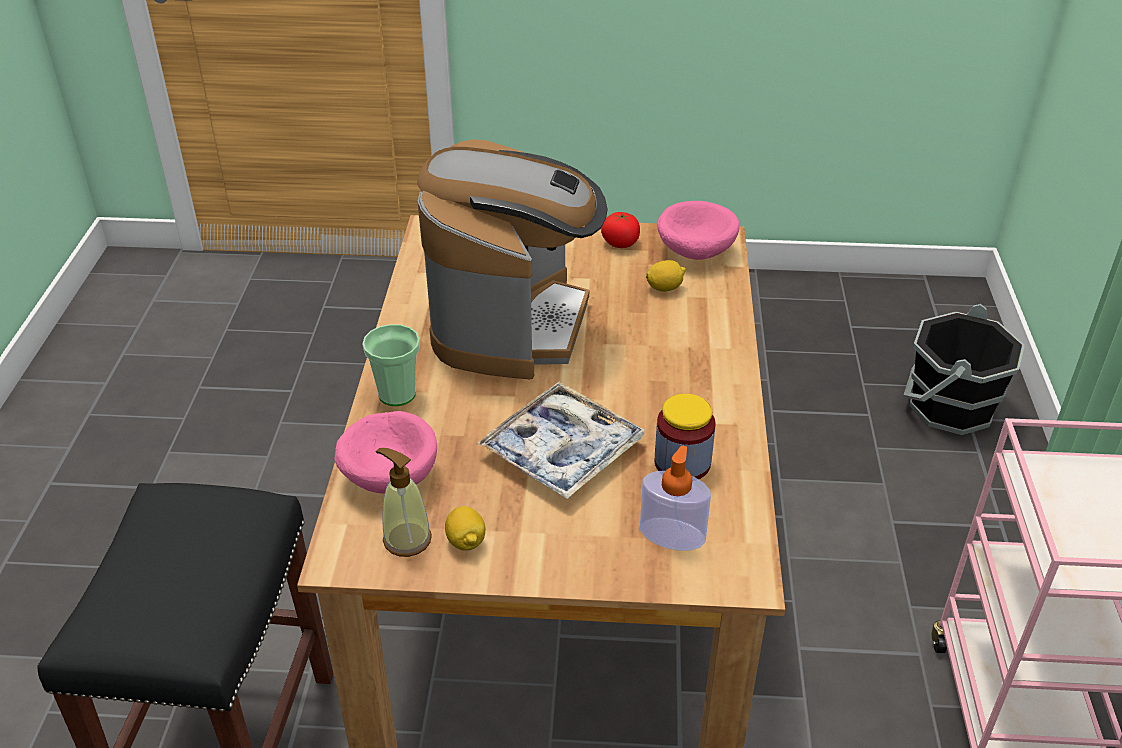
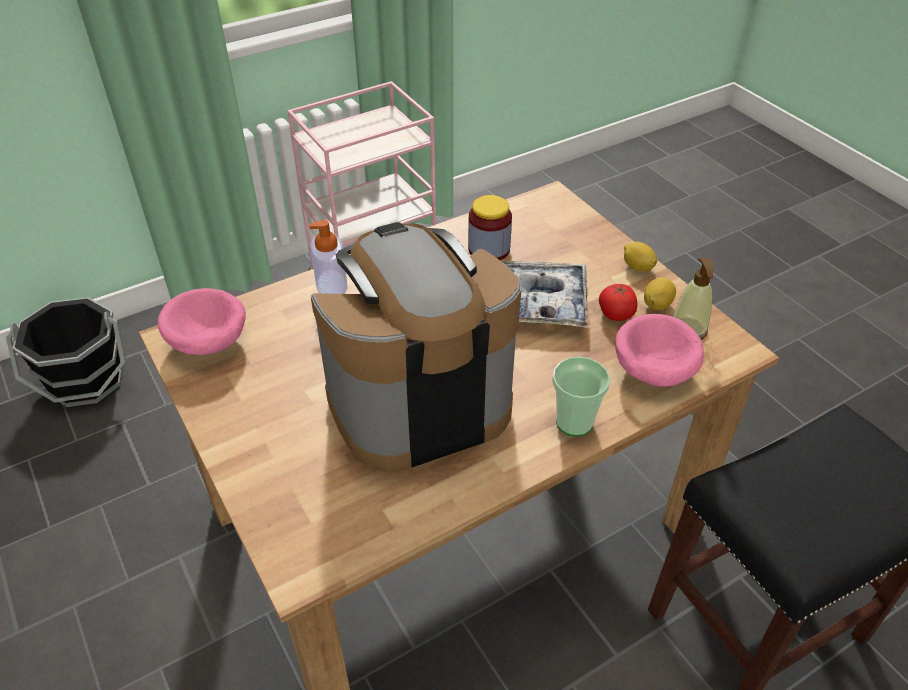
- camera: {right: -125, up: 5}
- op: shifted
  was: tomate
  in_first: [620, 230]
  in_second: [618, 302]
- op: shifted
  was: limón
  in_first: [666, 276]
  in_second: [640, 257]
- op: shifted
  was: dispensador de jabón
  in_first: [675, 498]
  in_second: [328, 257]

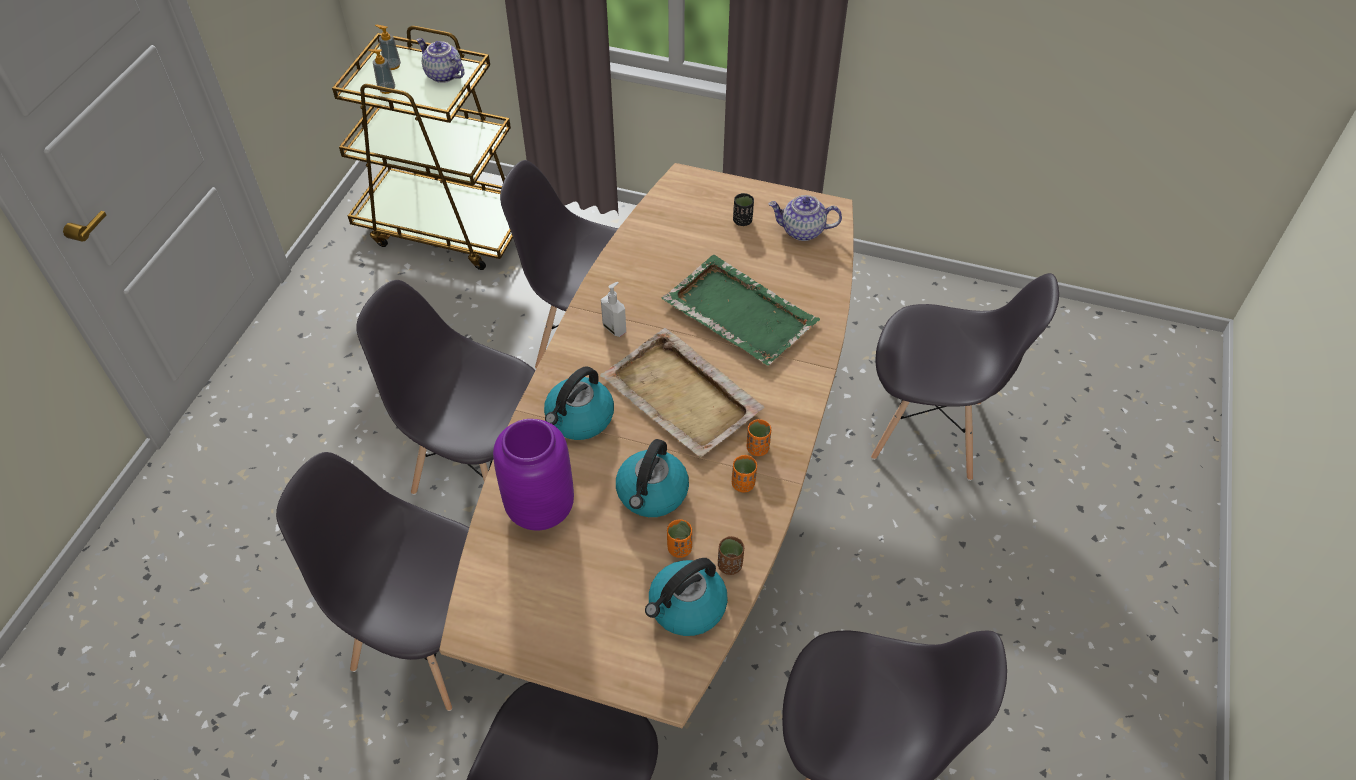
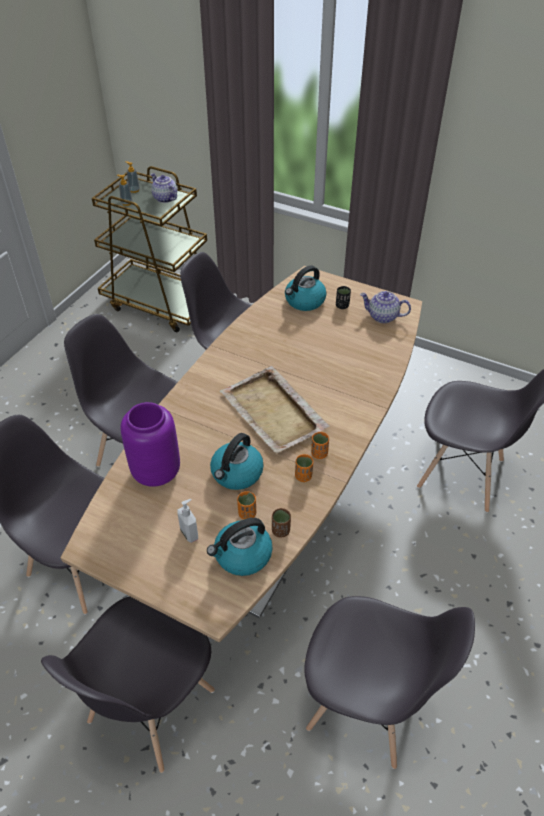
- camera: {right: 10, up: -5}
- op: gone
  was: bandeja/verde
  in_first: [740, 310]
- op: shifted
  was: dispensador de jabón
  in_first: [613, 309]
  in_second: [188, 521]
- op: shifted
  was: hervidor
  in_first: [579, 403]
  in_second: [305, 288]

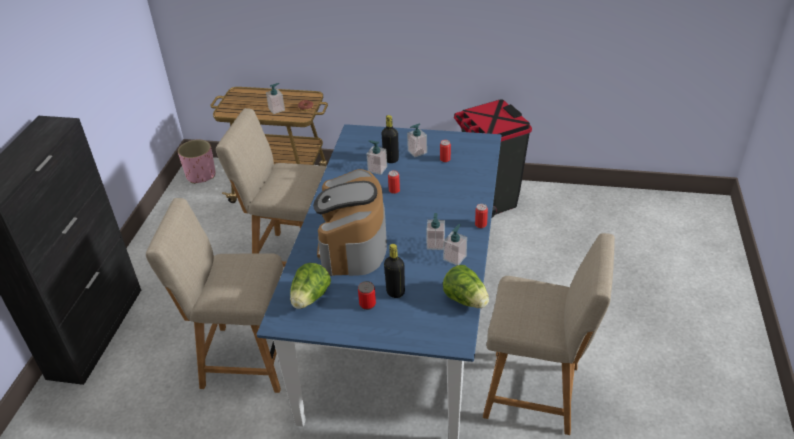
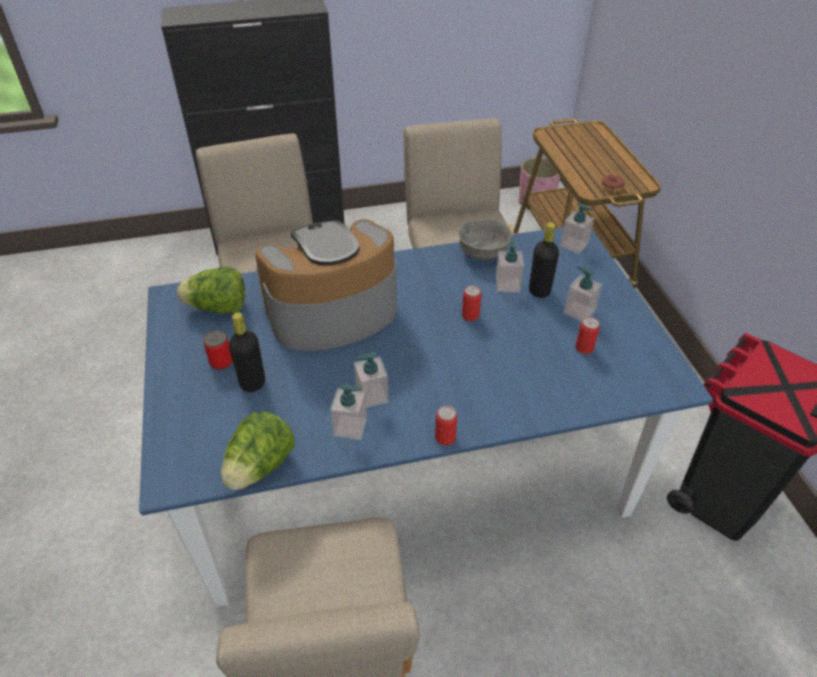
- camera: {right: 65, up: 5}
- op: shifted
  was: dispensador de jabón
  in_first: [275, 98]
  in_second: [577, 228]
- op: new
  now: cuenco/gris
  in_second: [486, 239]

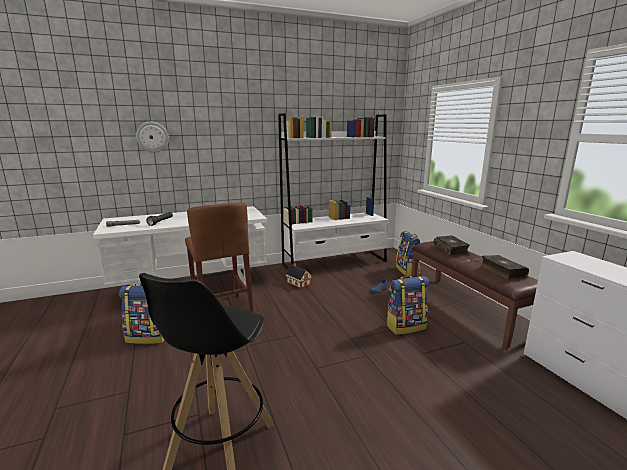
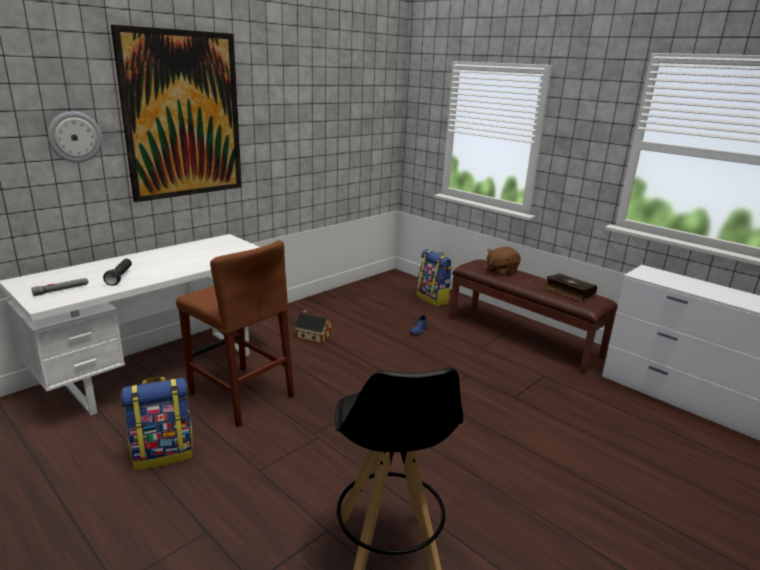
- camera: {right: -25, up: 5}
- op: gone
  was: estantería/blanco
  in_first: [333, 191]
- op: swapped
  was: libro
  now: peluche/marrón
  in_first: [452, 245]
  in_second: [504, 261]
- op: gone
  was: mochila
  in_first: [407, 305]
- op: new
  now: cuadro
  in_second: [176, 113]

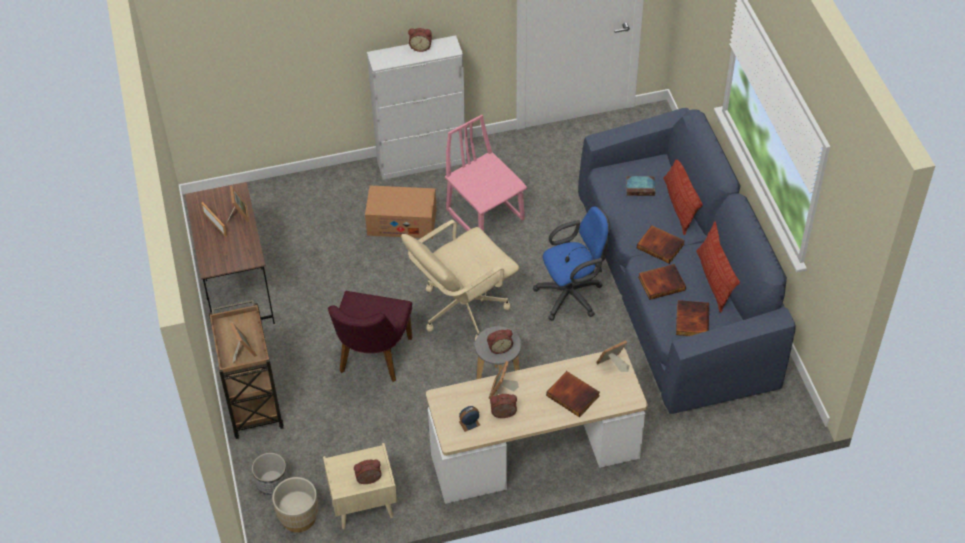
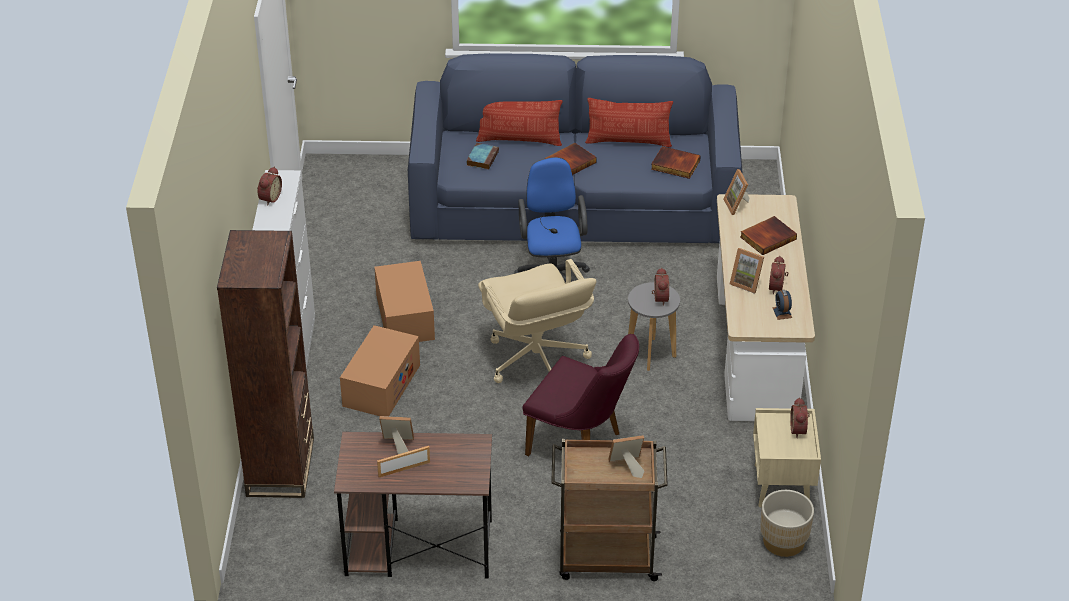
- camera: {right: -75, up: -10}
- op: swapped
  was: silla/rosa
  now: caja de cartón
  in_first: [486, 173]
  in_second: [404, 301]
- op: gone
  was: libro
  in_first: [662, 282]
- op: gone
  was: maceta
  in_first: [270, 474]
- op: new
  now: estantería/marrón
  in_second: [265, 364]

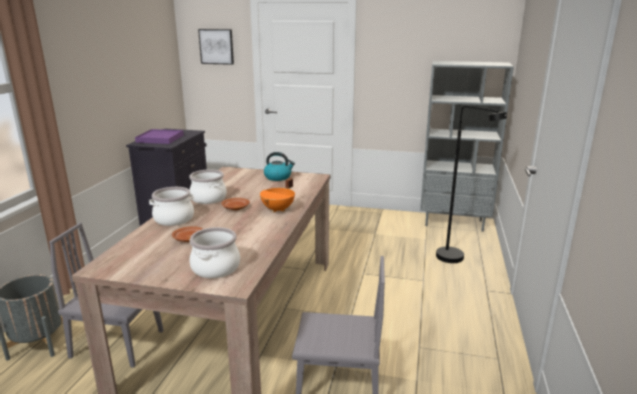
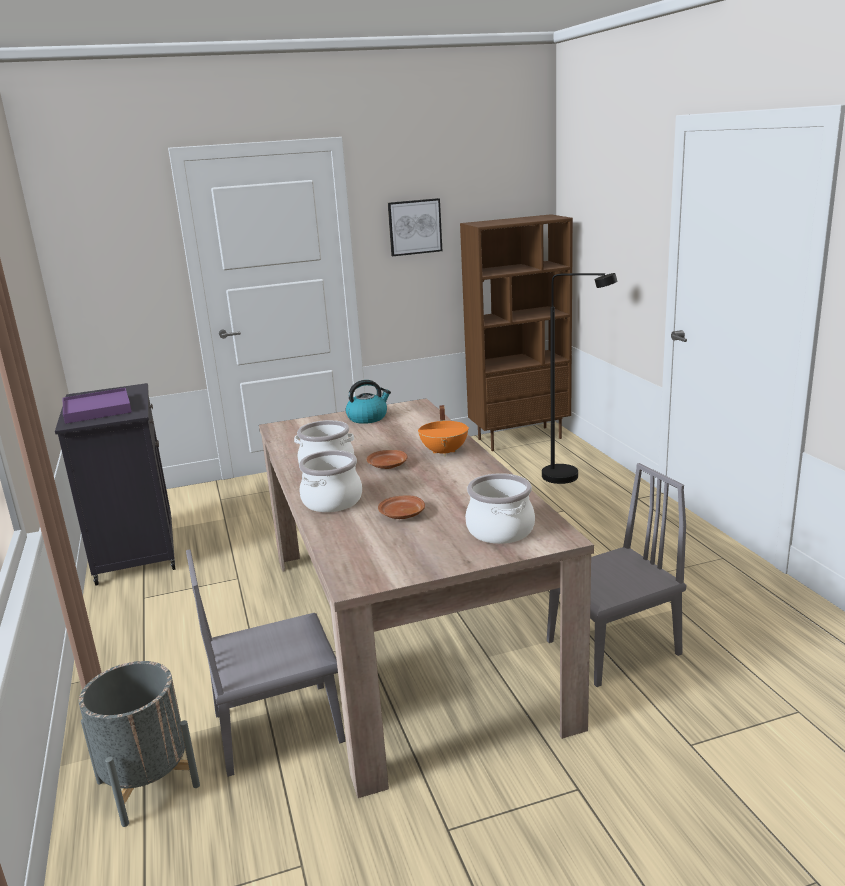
- camera: {right: -30, up: 0}
- op: shifted
  was: cuadro
  in_first: [216, 47]
  in_second: [415, 227]
- op: repainted
  was: estantería/gris
  now: estantería/marrón
  in_first: [467, 146]
  in_second: [516, 332]

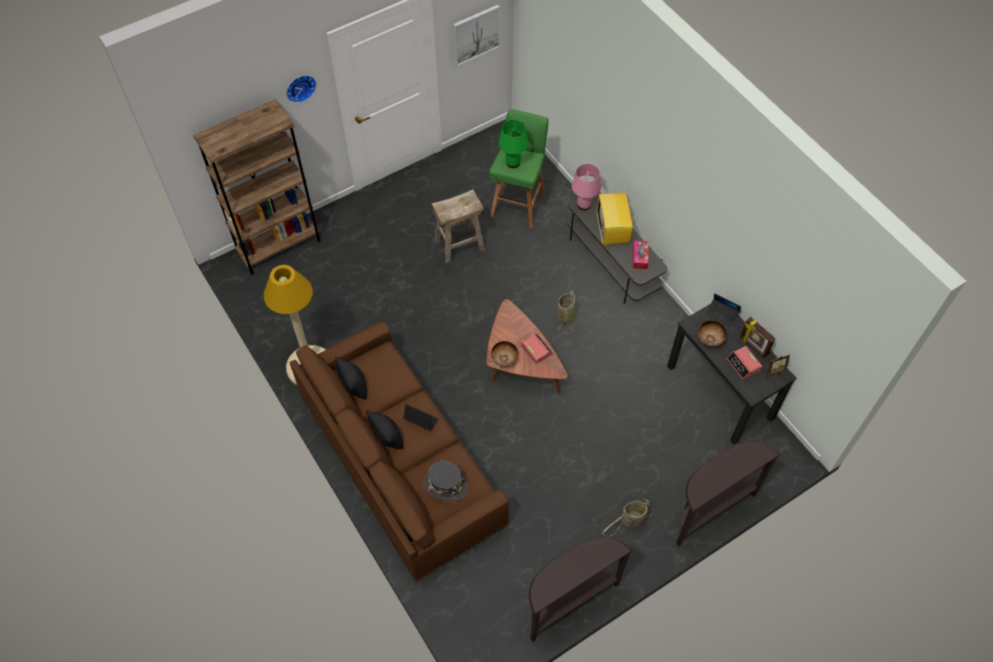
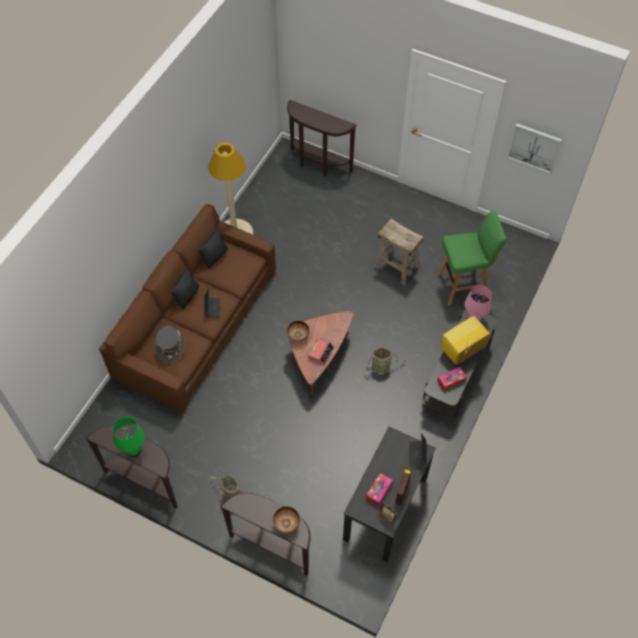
- camera: {right: 60, up: 0}
- op: gone
  was: reloj de pared
  in_first: [301, 89]
- op: swapped
  was: estantería/marrón
  now: mesa consola/marrón
  in_first: [257, 187]
  in_second: [322, 138]
- op: shifted
  was: lámpara de mesa/verde
  in_first: [514, 143]
  in_second: [128, 437]
- op: shifted
  was: cuenco
  in_first: [712, 333]
  in_second: [286, 520]
- op: swapped
  was: despertador
  now: caja de pañuelos
  in_first: [744, 363]
  in_second: [379, 489]

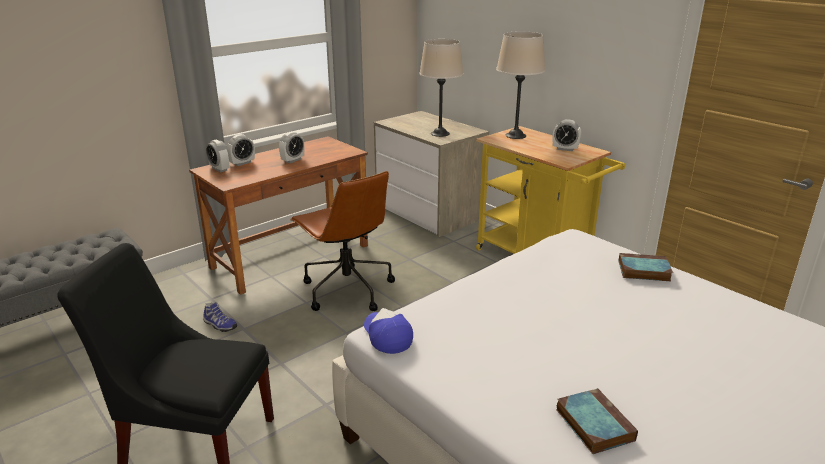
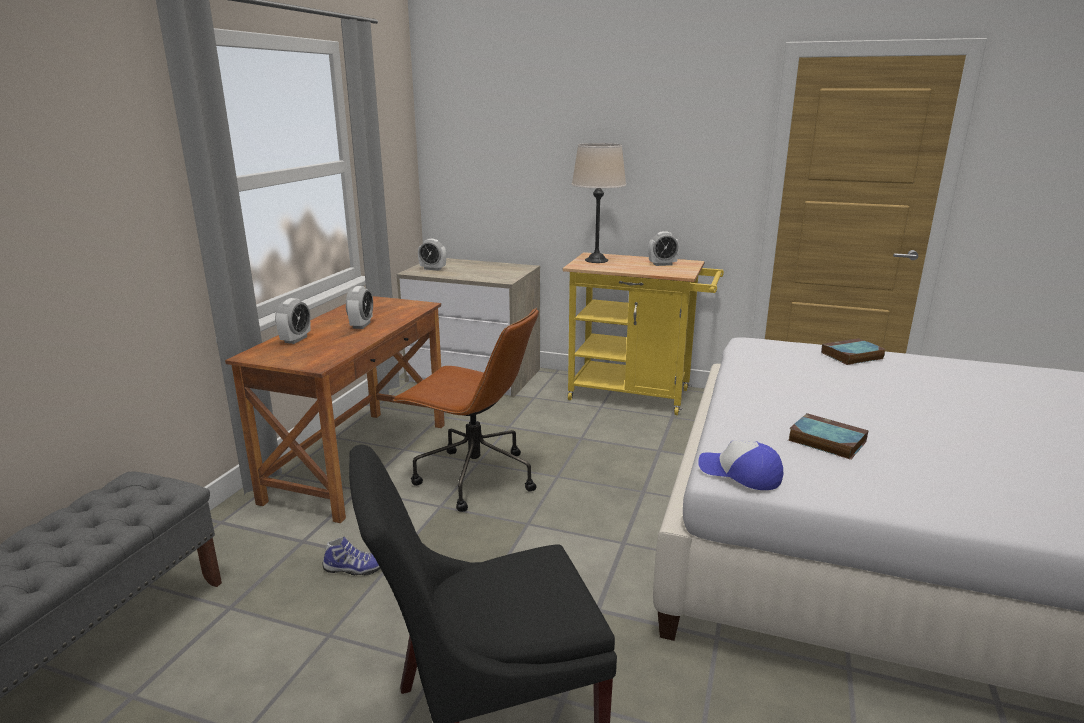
- camera: {right: -30, up: -5}
- op: gone
  was: lámpara de mesa/beis
  in_first: [441, 88]
- op: shifted
  was: despertador
  in_first: [217, 156]
  in_second: [432, 254]
- op: shifted
  was: libro
  in_first: [597, 421]
  in_second: [828, 436]

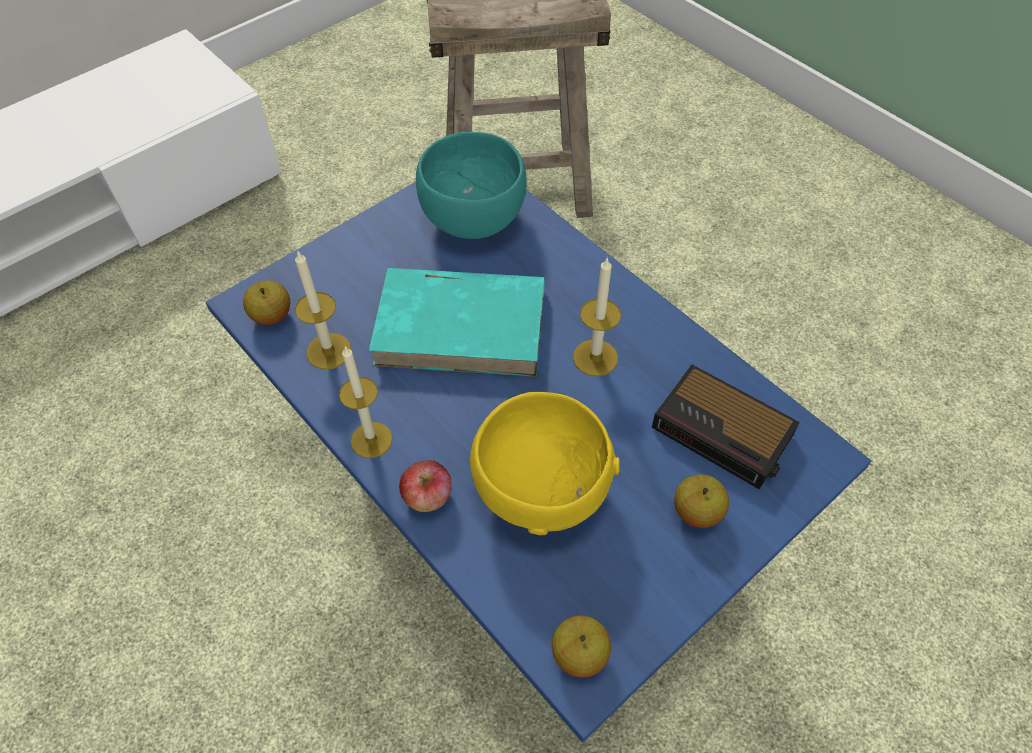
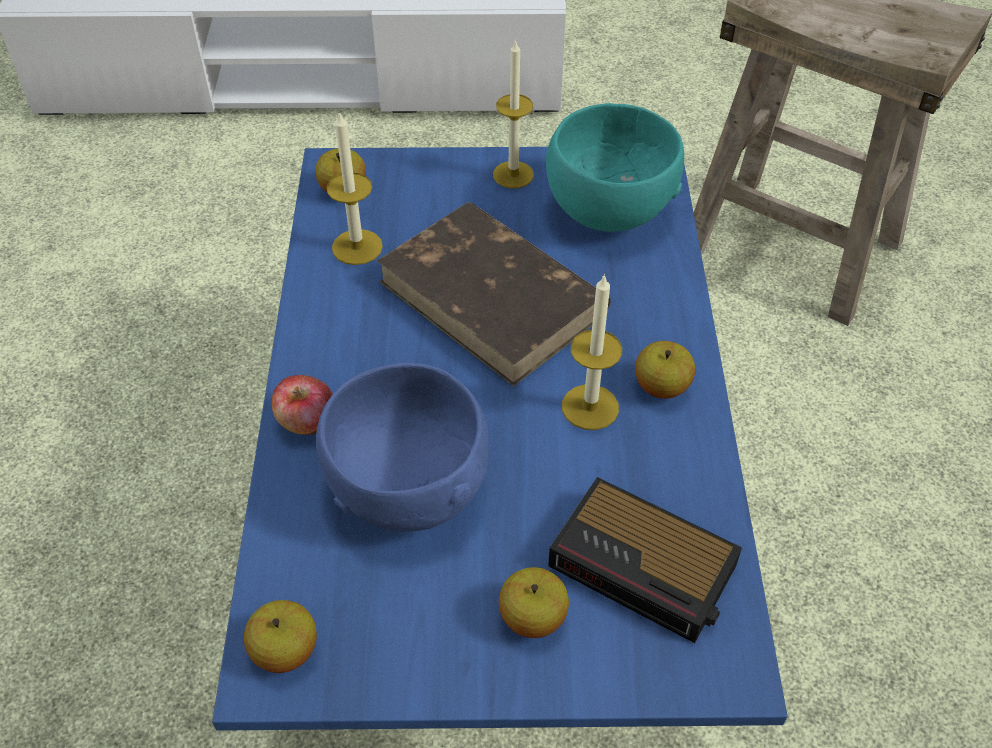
- camera: {right: 40, up: -5}
- op: repainted
  was: libro/turquesa
  now: libro/marrón
  in_first: [457, 322]
  in_second: [494, 295]
- op: shifted
  was: vela
  in_first: [366, 402]
  in_second: [513, 113]
- op: rotated
  was: despertador
  in_first: [726, 427]
  in_second: [645, 560]
  clockwise: -45
- op: repainted
  was: cuenco/amarillo
  now: cuenco/azul
  in_first: [545, 463]
  in_second: [402, 447]
- op: new
  now: manzana
  in_second: [665, 370]

